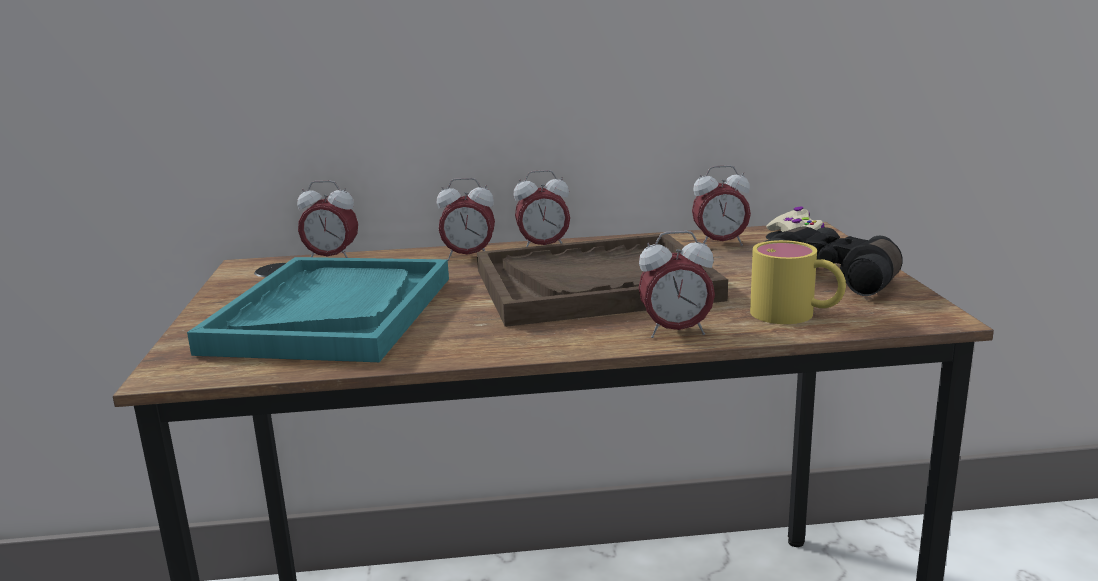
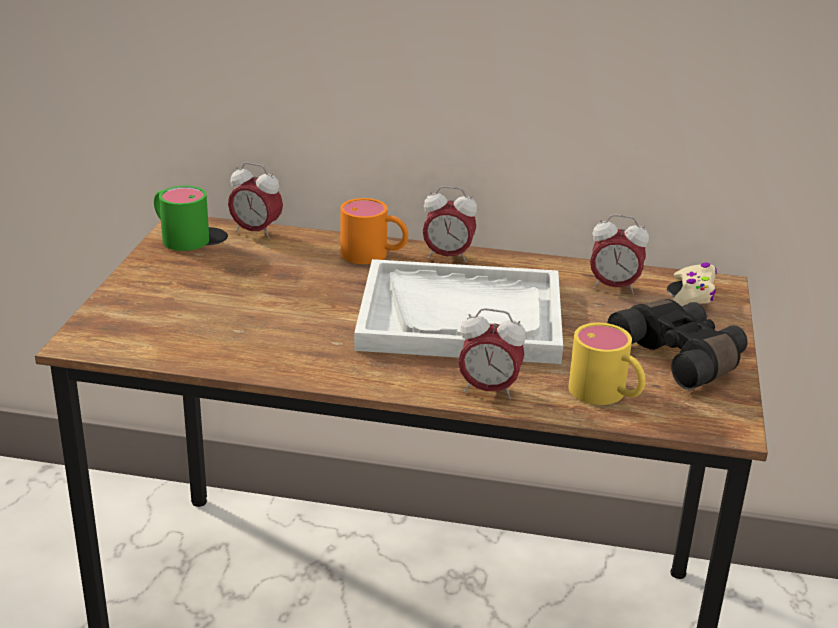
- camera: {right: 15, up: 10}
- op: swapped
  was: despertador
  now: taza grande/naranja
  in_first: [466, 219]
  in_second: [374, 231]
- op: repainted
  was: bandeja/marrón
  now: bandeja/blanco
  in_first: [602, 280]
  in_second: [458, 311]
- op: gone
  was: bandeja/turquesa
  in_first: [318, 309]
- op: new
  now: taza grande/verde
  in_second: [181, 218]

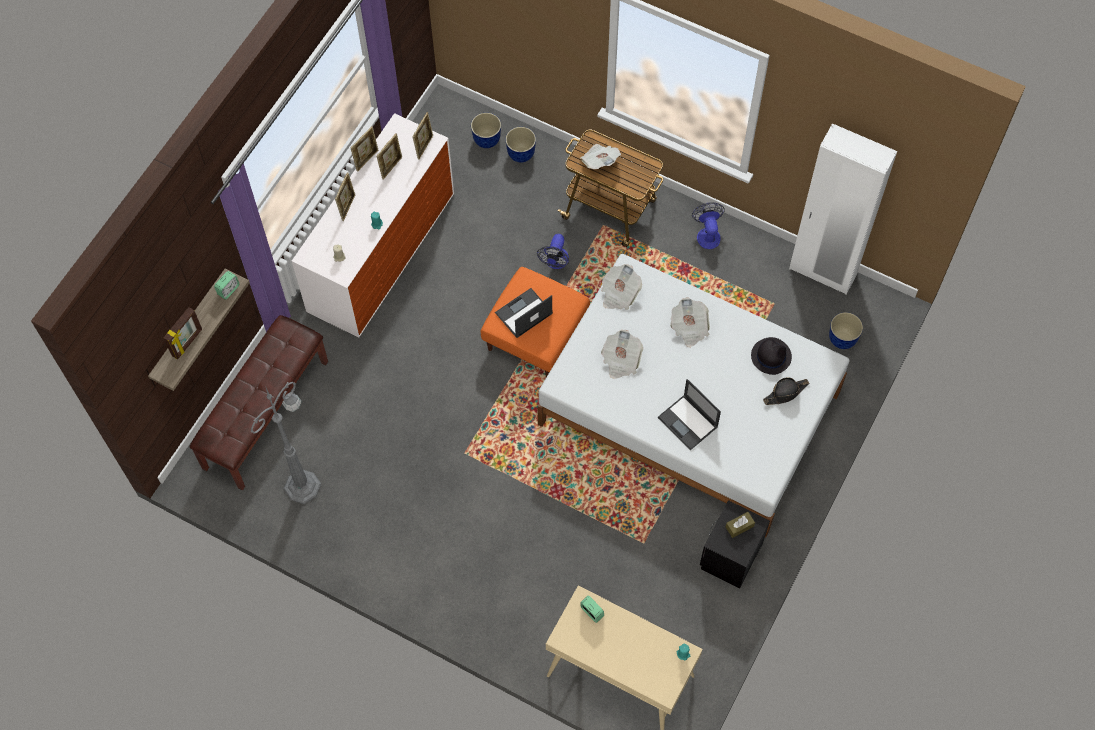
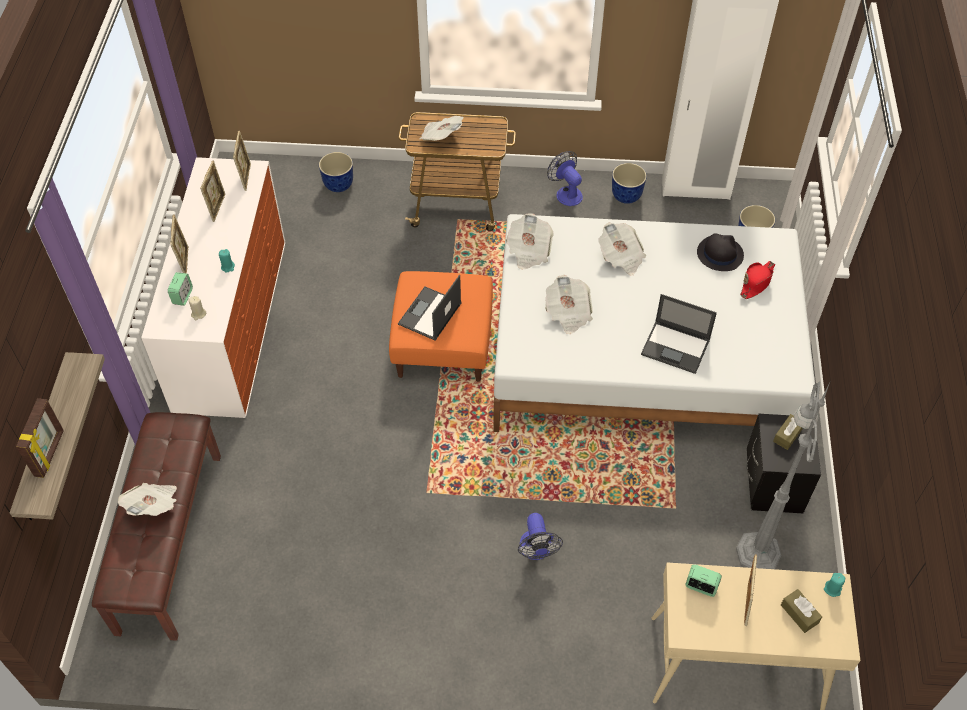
- camera: {right: -25, up: -10}
- op: shifted
  was: maceta
  in_first: [486, 130]
  in_second: [629, 183]
- op: shifted
  was: portarretratos
  in_first: [364, 149]
  in_second: [750, 590]
- op: shifted
  was: ventilador
  in_first: [553, 251]
  in_second: [540, 536]
- op: shifted
  was: despertador
  in_first: [226, 285]
  in_second: [180, 289]
- op: repainted
  was: sombrero/negro
  now: sombrero/rojo
  in_first: [786, 391]
  in_second: [757, 280]
- op: shifted
  was: lámpara de pie/gris
  in_first: [286, 443]
  in_second: [783, 474]
- op: new
  now: periódico
  in_second: [147, 499]
- op: new
  now: caja de pañuelos/marrón
  in_second: [801, 611]

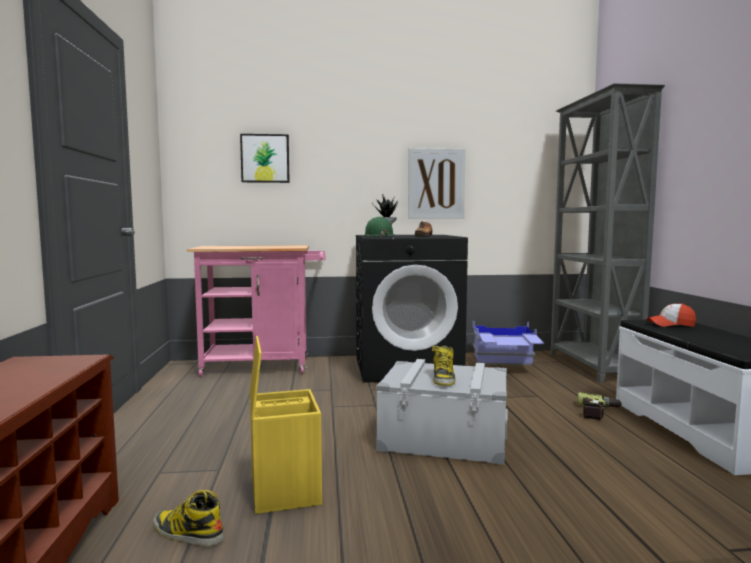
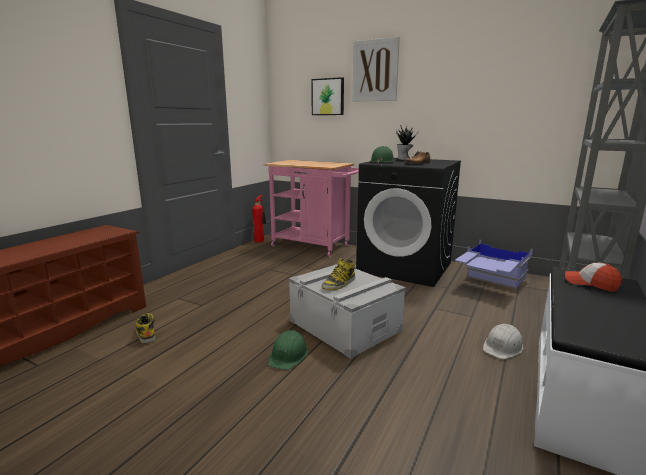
- camera: {right: 35, up: 10}
- op: shifted
  was: cuadro
  in_first: [437, 183]
  in_second: [376, 69]
- op: gone
  was: caja de almacenaje/amarillo
  in_first: [286, 425]
- op: swapped
  was: taladro
  now: casco/blanco
  in_first: [599, 406]
  in_second: [503, 341]
- op: new
  now: extintor
  in_second: [259, 219]
- op: new
  now: casco/verde
  in_second: [288, 350]

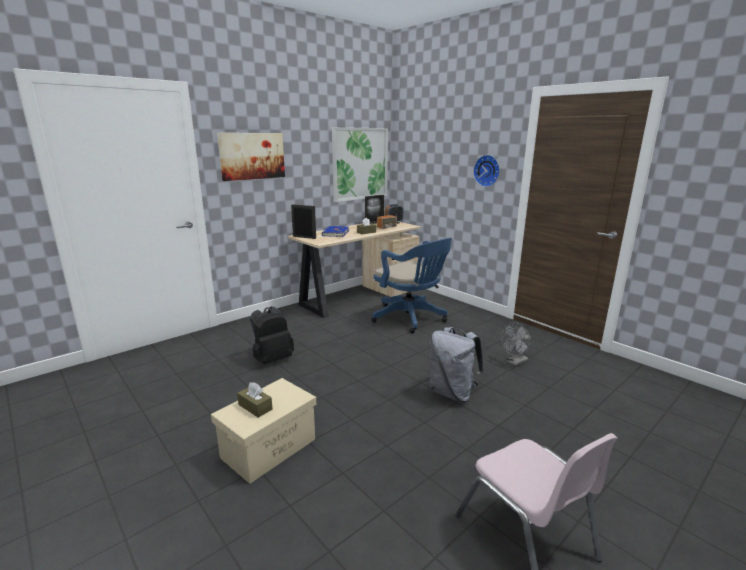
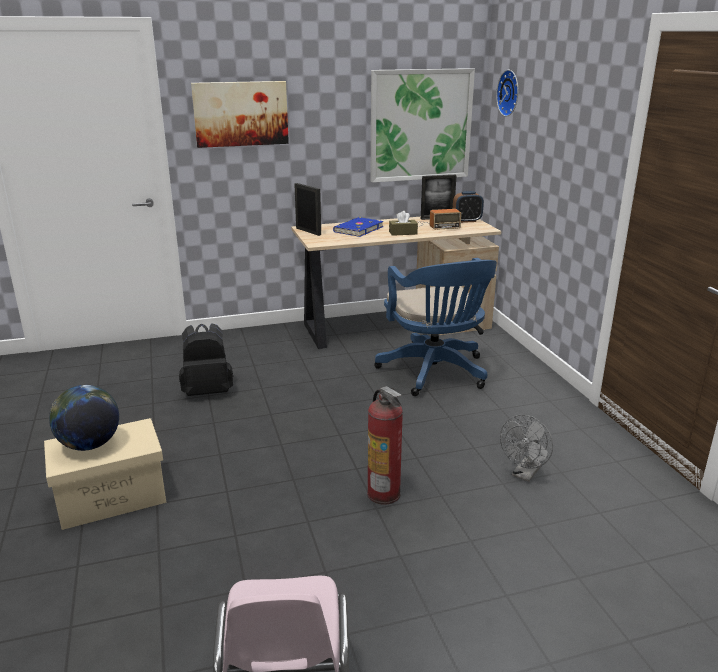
- camera: {right: 25, up: 5}
- op: shifted
  was: reloj de pared
  in_first: [486, 171]
  in_second: [507, 93]
- op: rotated
  was: ventilador/gris
  in_first: [516, 344]
  in_second: [526, 448]
  clockwise: -45
- op: swapped
  was: mochila/gris
  now: extintor
  in_first: [456, 364]
  in_second: [385, 445]
- op: swapped
  was: caja de pañuelos/marrón
  now: globo terráqueo
  in_first: [255, 400]
  in_second: [84, 418]

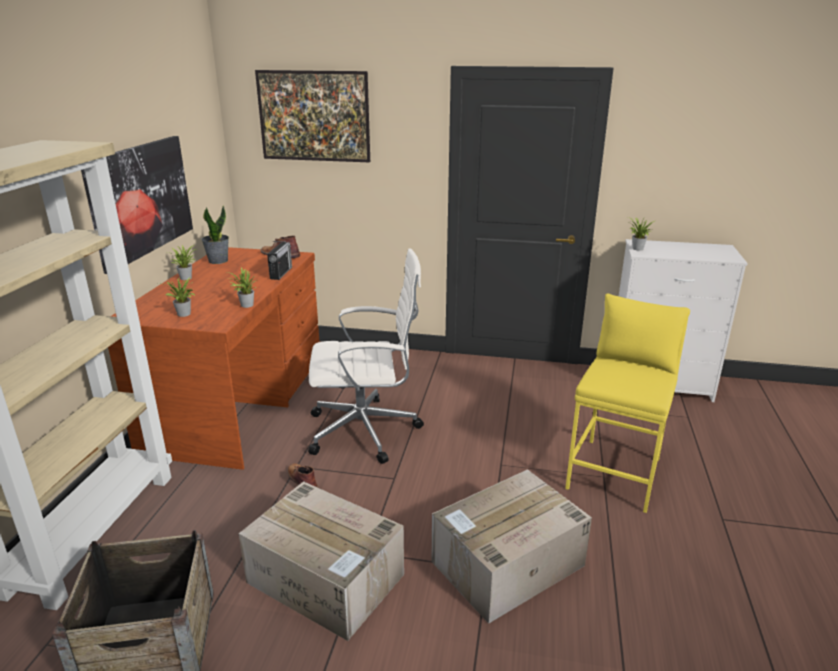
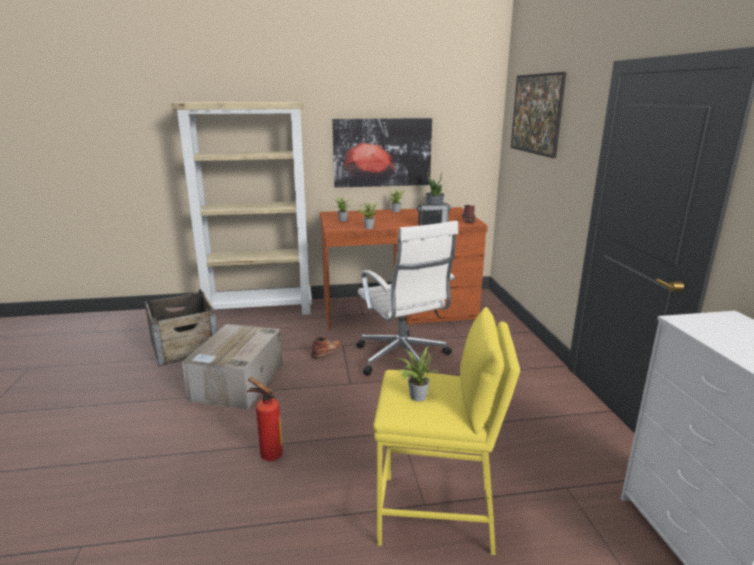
- camera: {right: 70, up: -5}
- op: shifted
  was: planta en maceta
  in_first: [641, 234]
  in_second: [416, 374]
- op: swapped
  was: caja de cartón
  now: extintor
  in_first: [511, 546]
  in_second: [265, 419]

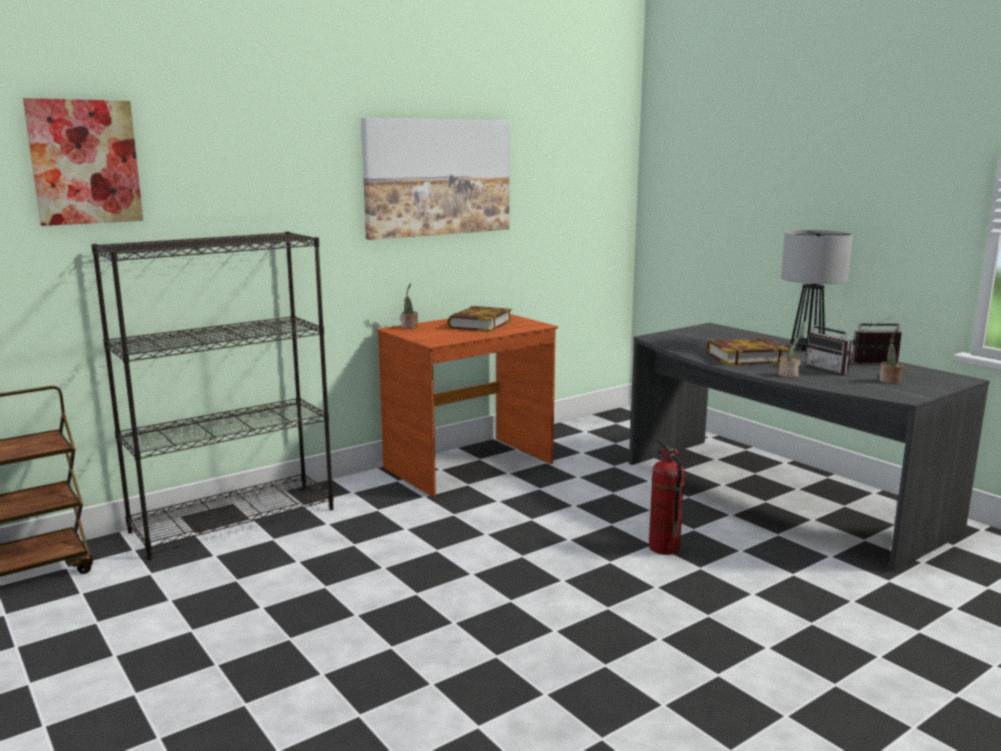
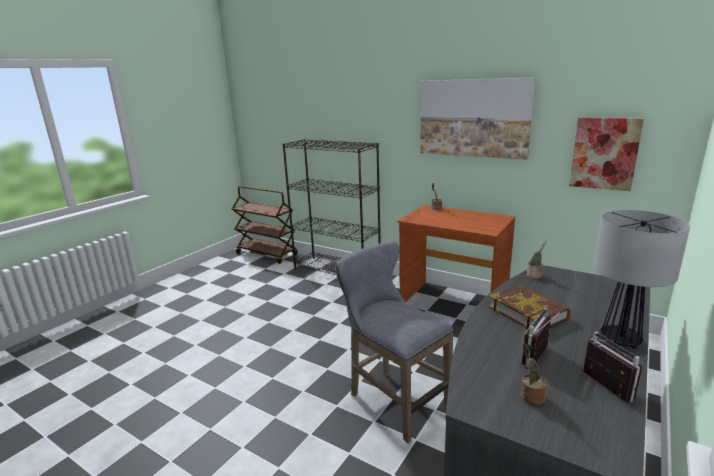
- camera: {right: 70, up: 5}
- op: shifted
  was: cuadro
  in_first: [83, 162]
  in_second: [606, 154]
- op: gone
  was: libro
  in_first: [479, 319]
- op: shifted
  was: planta en maceta
  in_first: [791, 349]
  in_second: [537, 260]
- op: swapped
  was: extintor
  now: taburete/gris
  in_first: [667, 497]
  in_second: [395, 342]

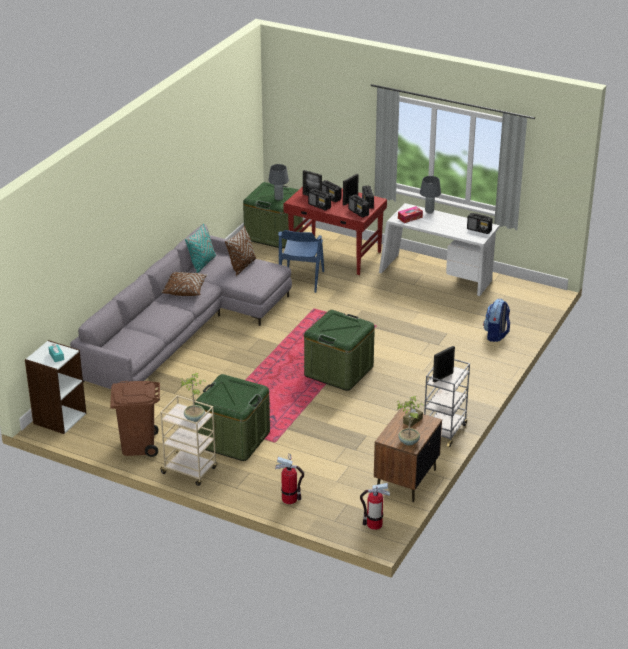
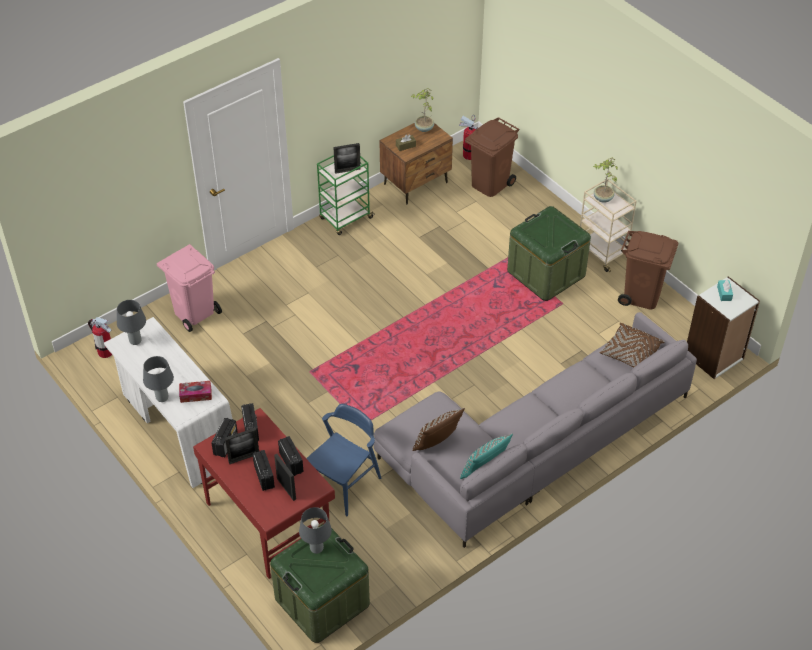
- camera: {right: -155, up: 15}
- op: swapped
  was: radio
  now: lámpara de mesa/gris
  in_first: [480, 223]
  in_second: [131, 322]
- op: shifted
  was: cojín/marrón
  in_first: [184, 284]
  in_second: [632, 345]
- op: swapped
  was: mochila
  now: papelera/rosa
  in_first: [496, 320]
  in_second: [189, 288]
- op: gone
  was: caja de almacenaje/verde
  in_first: [339, 350]
- op: repainted
  was: carrito/gris
  now: carrito/verde
  in_first: [447, 403]
  in_second: [345, 195]
- op: shifted
  was: extintor
  in_first: [289, 478]
  in_second: [100, 337]
- op: new
  now: papelera/marrón
  in_second: [492, 157]

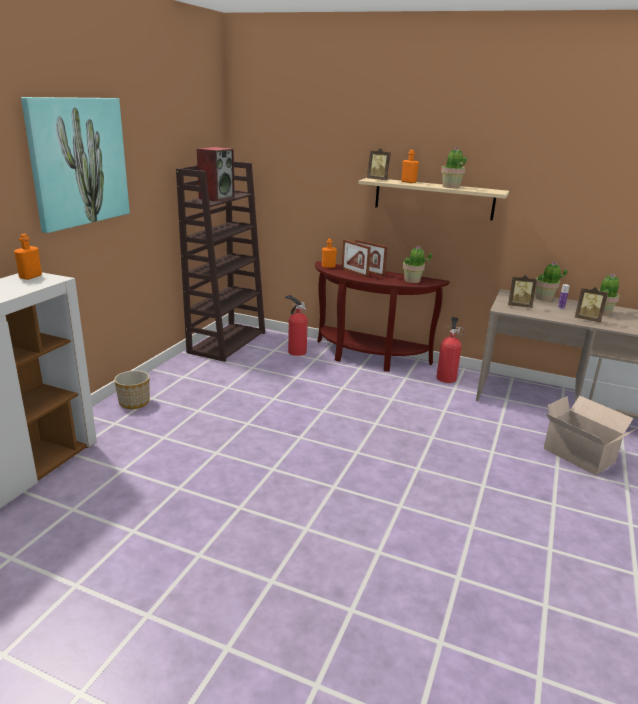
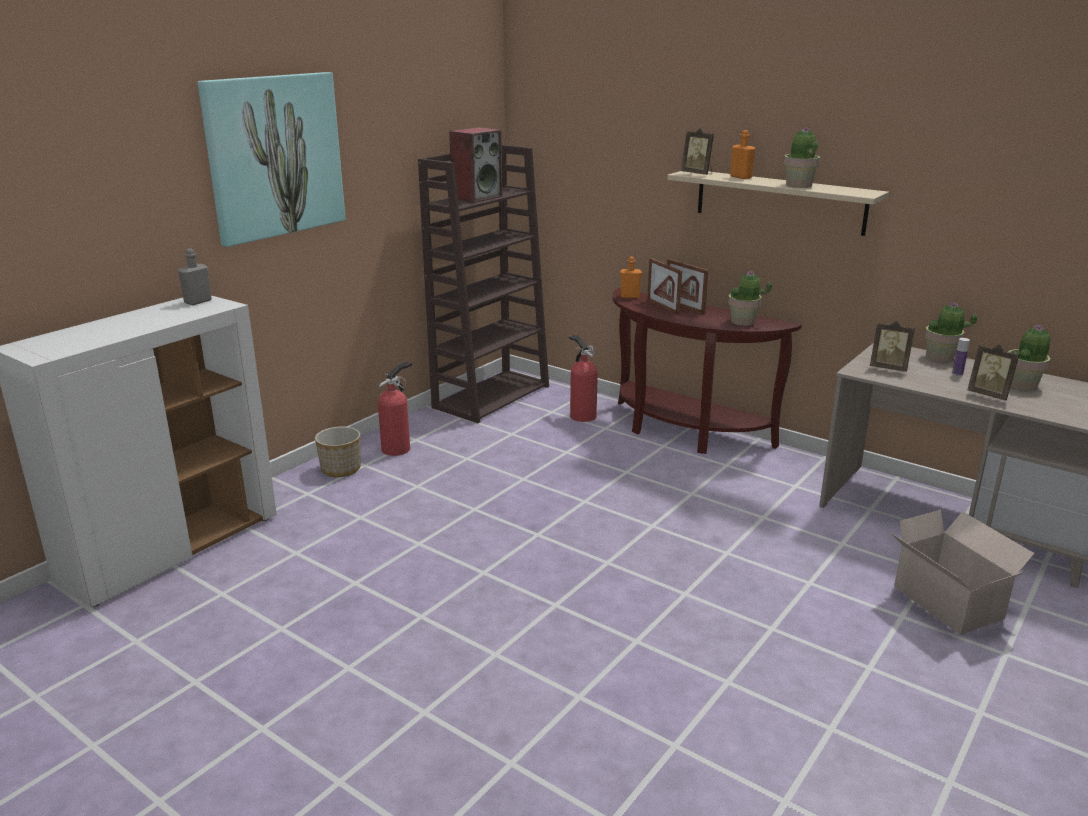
- camera: {right: 15, up: 0}
- op: repainted
  was: botella/naranja
  now: botella/gris
  in_first: [28, 257]
  in_second: [195, 277]
- op: shifted
  was: extintor
  in_first: [450, 350]
  in_second: [395, 408]

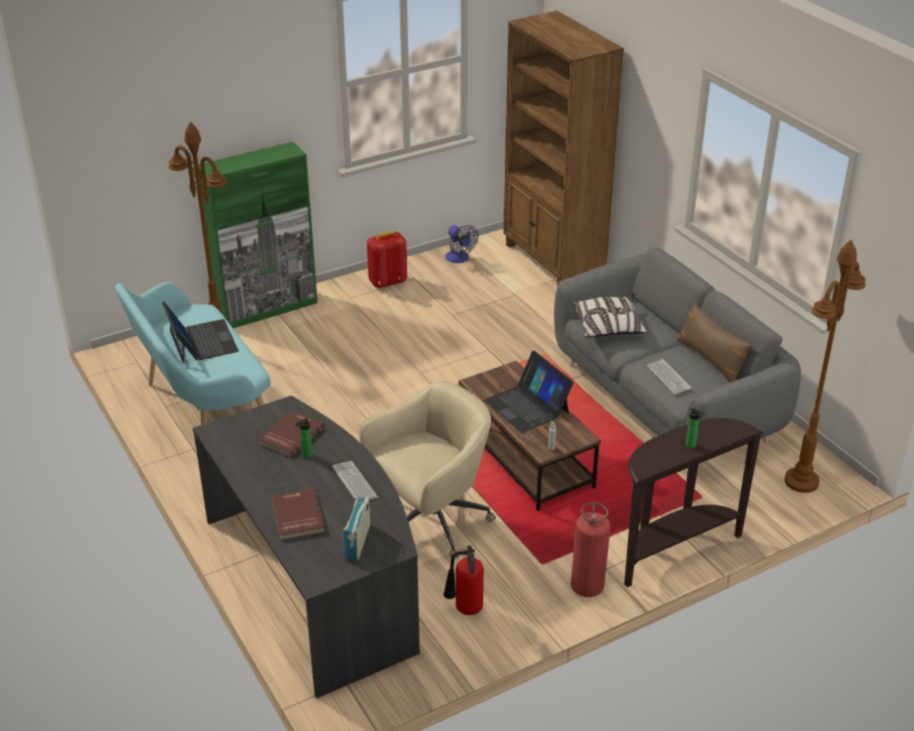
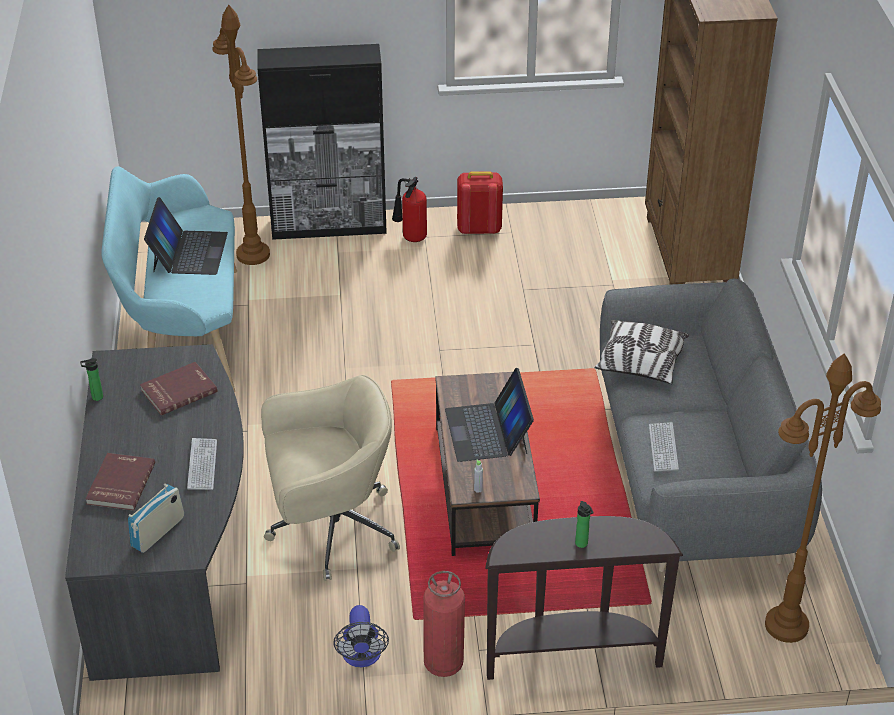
- camera: {right: 25, up: 5}
- op: repainted
  was: armario/verde
  now: armario/negro
  in_first: [258, 235]
  in_second: [322, 142]
- op: shifted
  was: ventilador
  in_first: [461, 244]
  in_second: [361, 636]
- op: gone
  was: cojín/marrón
  in_first: [714, 342]
- op: shifted
  was: botella
  in_first: [303, 438]
  in_second: [91, 379]
- op: shifted
  was: extintor
  in_first: [463, 580]
  in_second: [409, 209]

